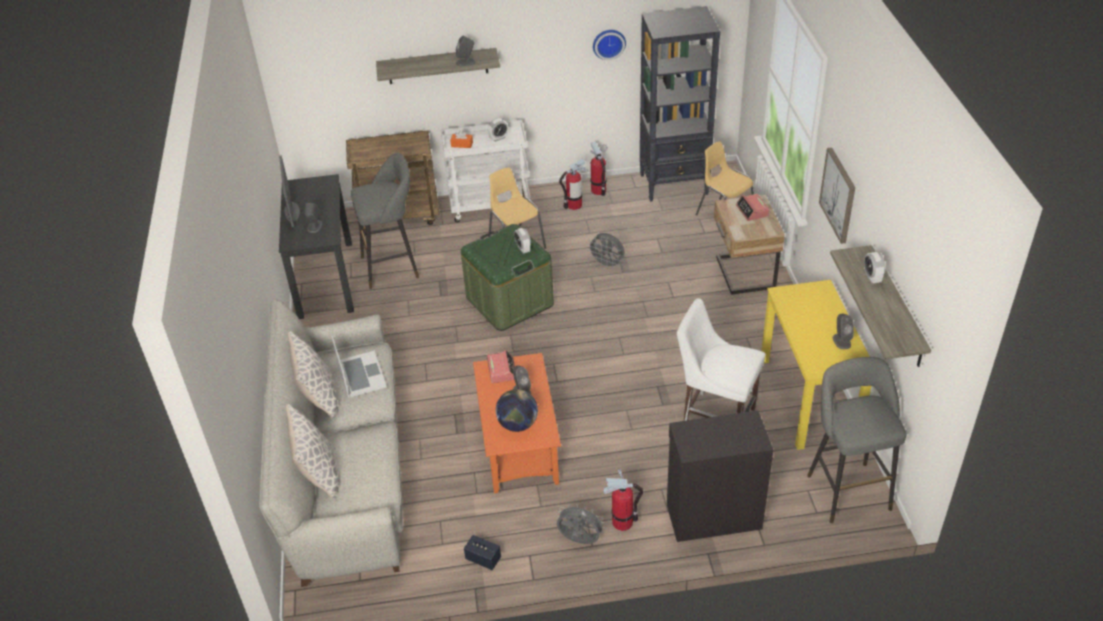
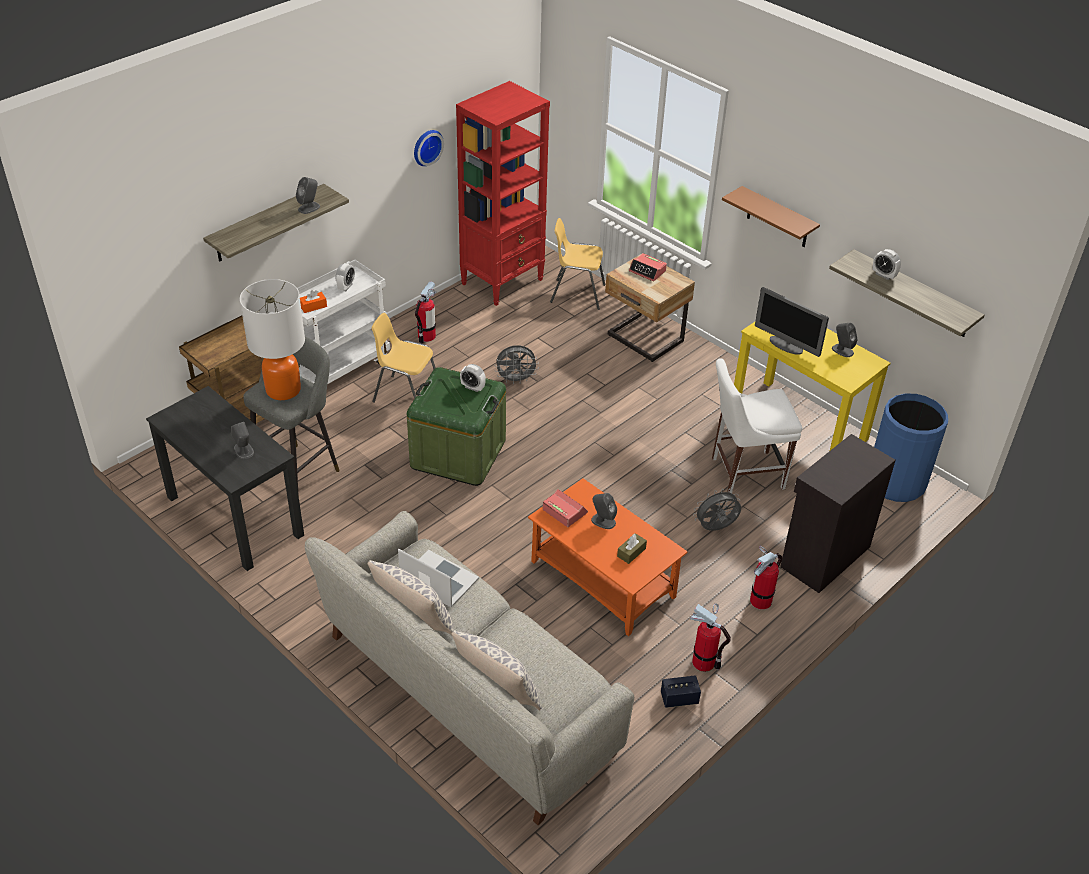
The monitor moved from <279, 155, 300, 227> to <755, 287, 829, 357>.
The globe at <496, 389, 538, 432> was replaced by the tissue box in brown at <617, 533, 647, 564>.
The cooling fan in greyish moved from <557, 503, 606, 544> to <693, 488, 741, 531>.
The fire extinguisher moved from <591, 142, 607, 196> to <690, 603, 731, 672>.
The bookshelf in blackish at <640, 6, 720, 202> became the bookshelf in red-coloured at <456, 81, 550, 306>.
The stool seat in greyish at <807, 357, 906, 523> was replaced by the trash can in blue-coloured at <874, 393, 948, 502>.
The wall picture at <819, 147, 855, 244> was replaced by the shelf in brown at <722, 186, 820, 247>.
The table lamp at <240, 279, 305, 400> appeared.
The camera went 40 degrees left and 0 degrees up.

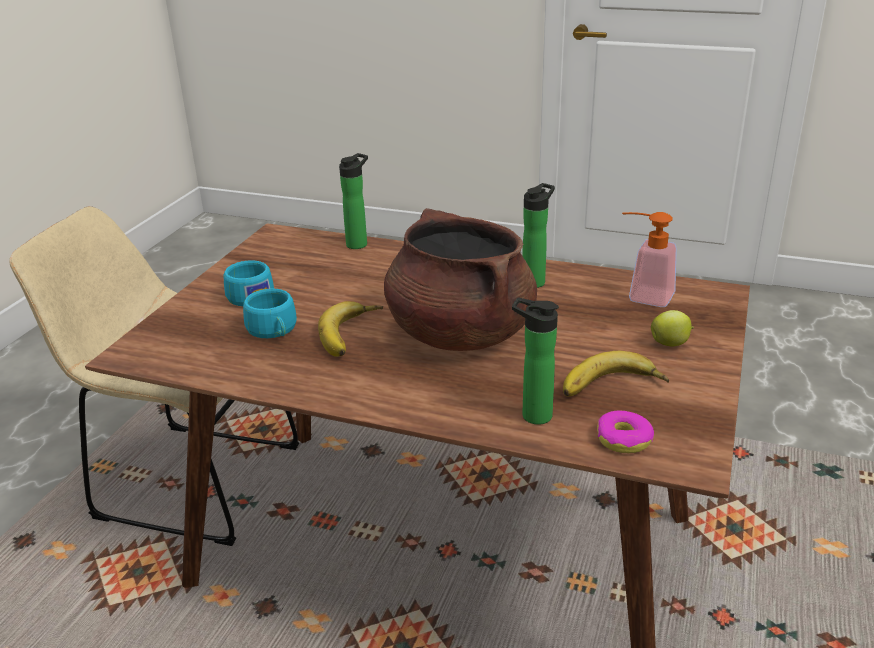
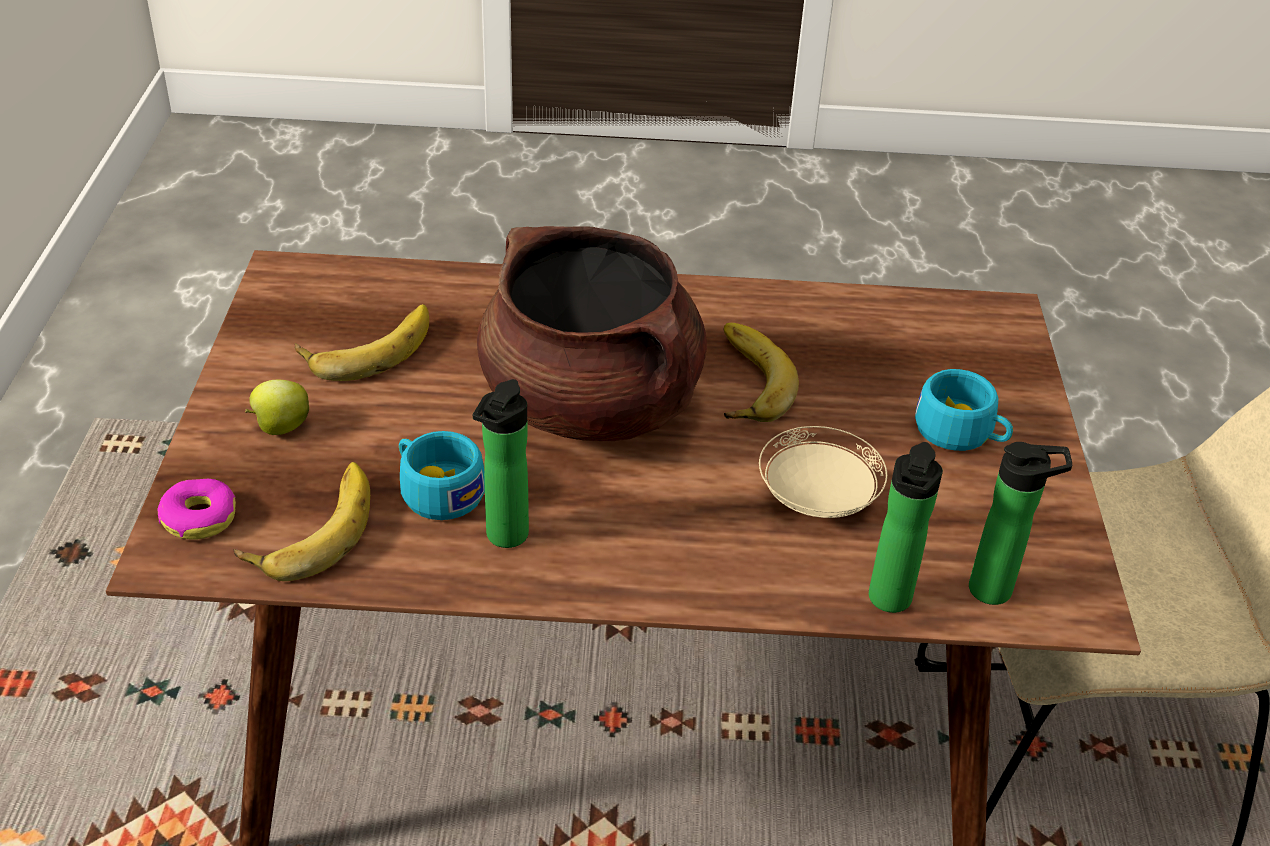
The drinking cup in blue-green moved from <243, 289, 297, 338> to <399, 431, 485, 520>.
The drink bottle moved from <512, 298, 559, 425> to <969, 442, 1072, 605>.
The donut moved from <597, 410, 654, 453> to <157, 479, 236, 540>.
The liquid soap bottle at <622, 212, 677, 307> was replaced by the whole banana at <233, 462, 370, 581>.
The dinner plate in beige-coloured at <759, 426, 887, 518> appeared.
The camera went 160 degrees right and 10 degrees up.

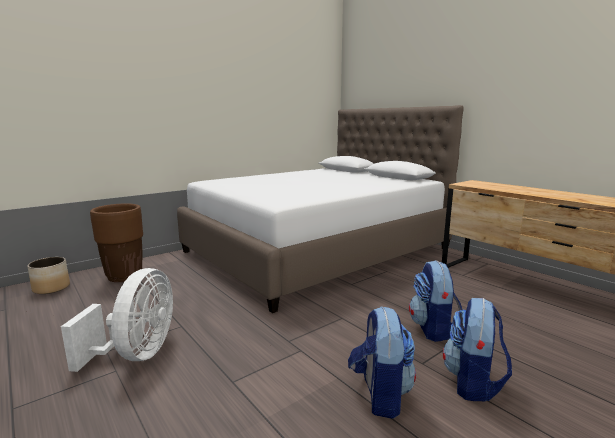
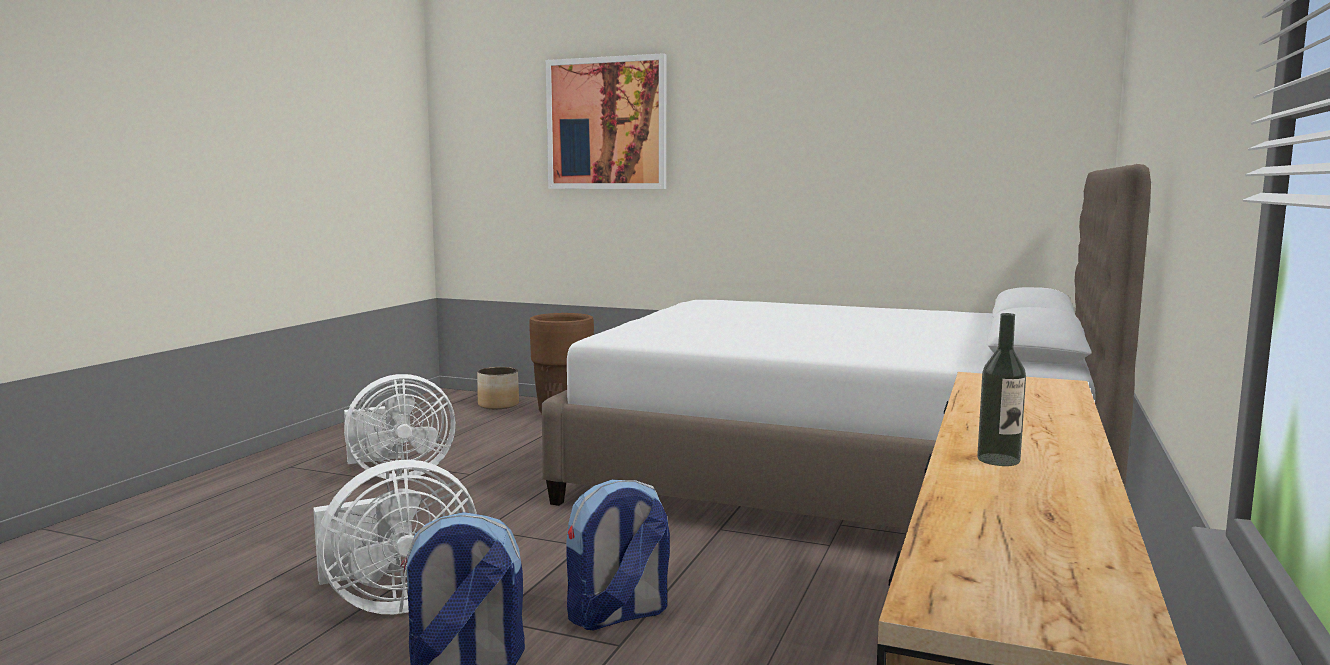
The knapsack at <348, 306, 416, 419> was replaced by the cooling fan in whitish at <313, 460, 477, 614>.
The wall picture at <546, 53, 666, 189> appeared.
The drink bottle at <977, 313, 1026, 466> appeared.
The camera went 60 degrees right and 5 degrees down.

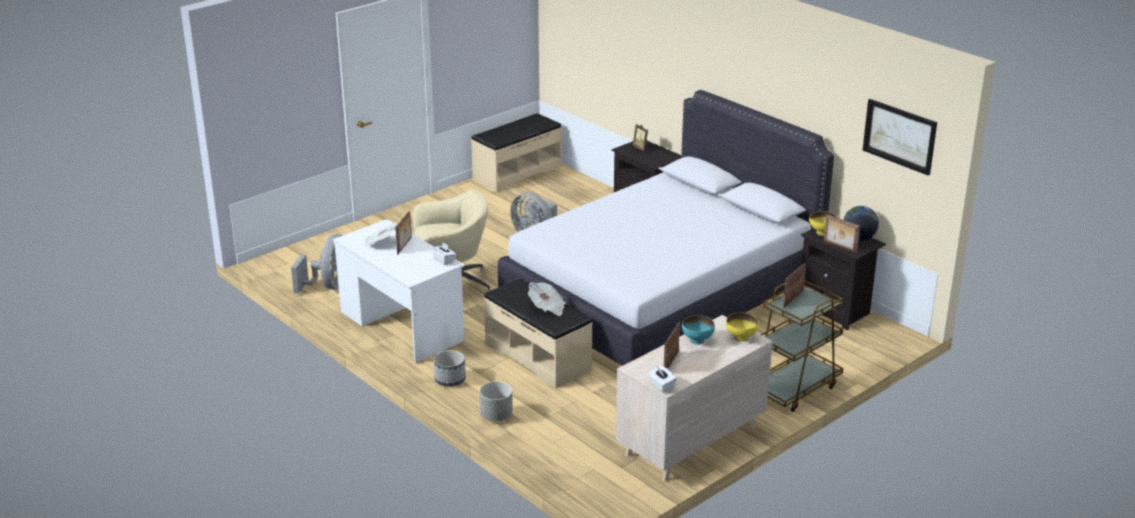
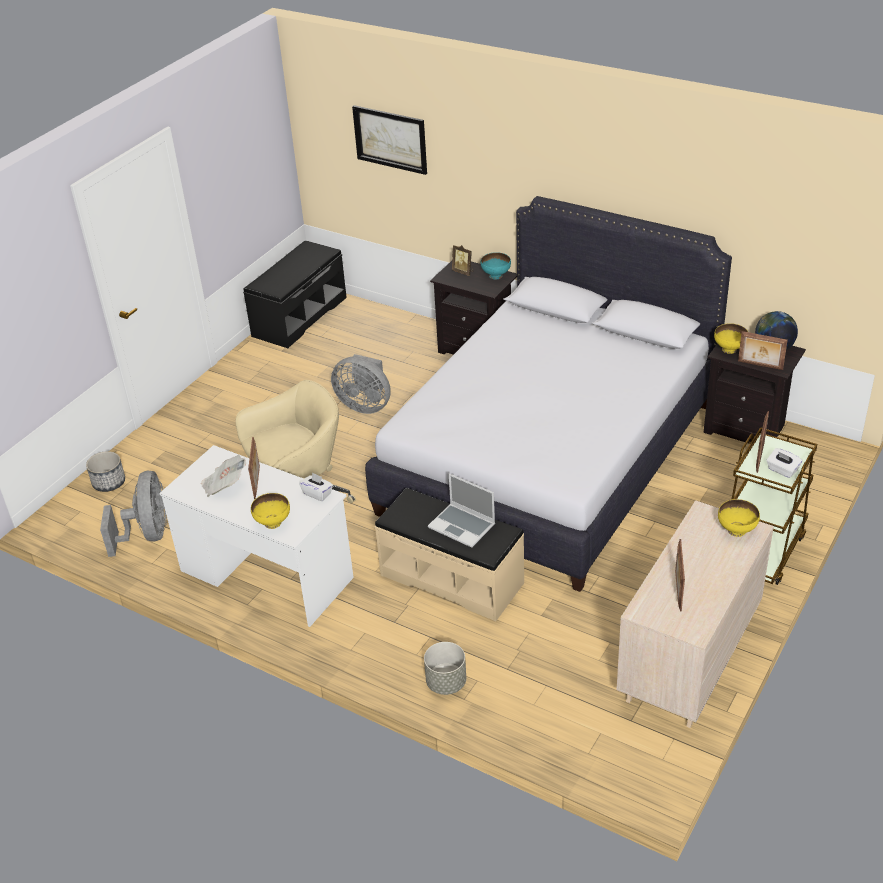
The plant pot moved from <434, 350, 466, 386> to <86, 451, 125, 492>.
The long seat in beige-coloured at <471, 113, 562, 192> became the long seat in blackish at <243, 240, 347, 348>.
The printed paper at <528, 282, 566, 316> was replaced by the notebook computer at <428, 473, 495, 548>.
The tissue box in whitish moved from <648, 365, 676, 392> to <766, 448, 802, 478>.
The bowl in blue-green moved from <682, 315, 715, 345> to <481, 252, 511, 279>.
The wall picture moved from <863, 99, 937, 176> to <352, 105, 427, 175>.
The bowl in yellow-coloured at <251, 493, 290, 529> appeared.
The camera went 15 degrees left and 10 degrees up.

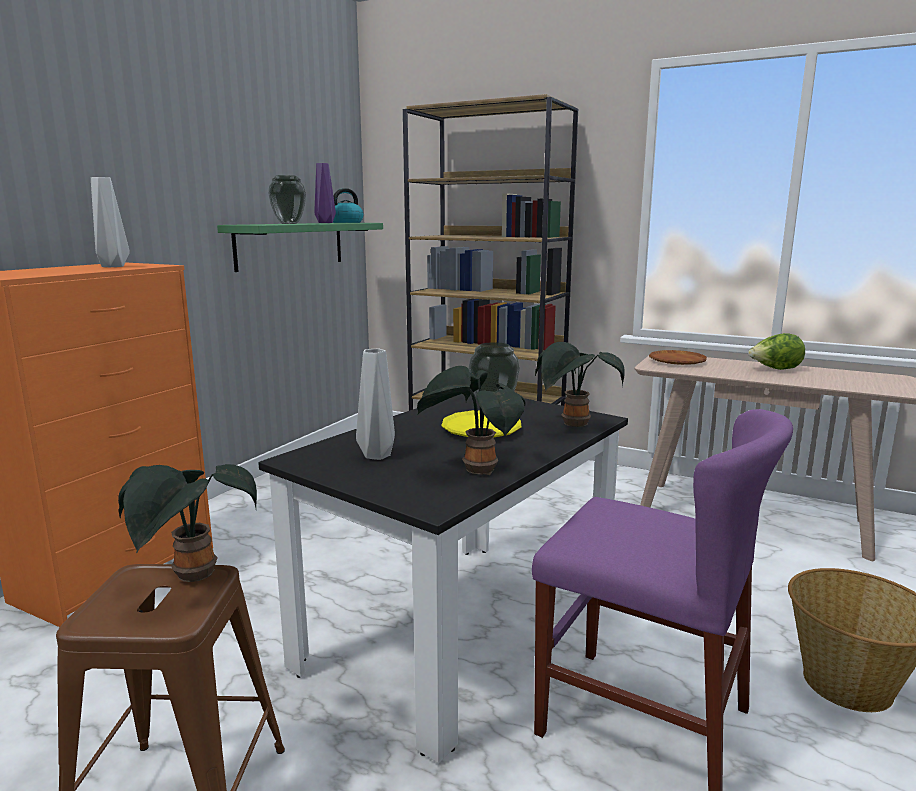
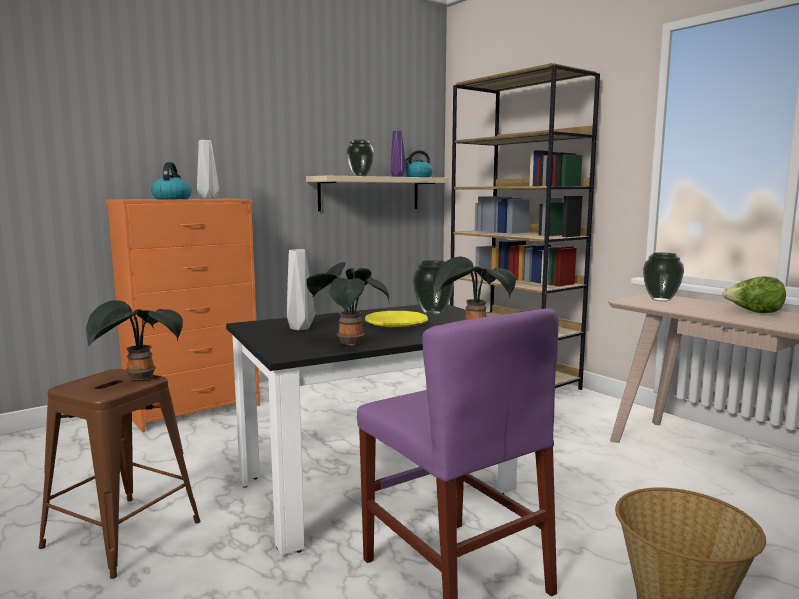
The shelf in green at <217, 223, 383, 272> became the shelf in beige-coloured at <306, 175, 449, 211>.
The dinner plate in brown at <649, 350, 707, 365> was replaced by the flower vase at <643, 253, 684, 301>.
The kettle at <151, 162, 192, 199> appeared.
The camera went 25 degrees right and 5 degrees down.

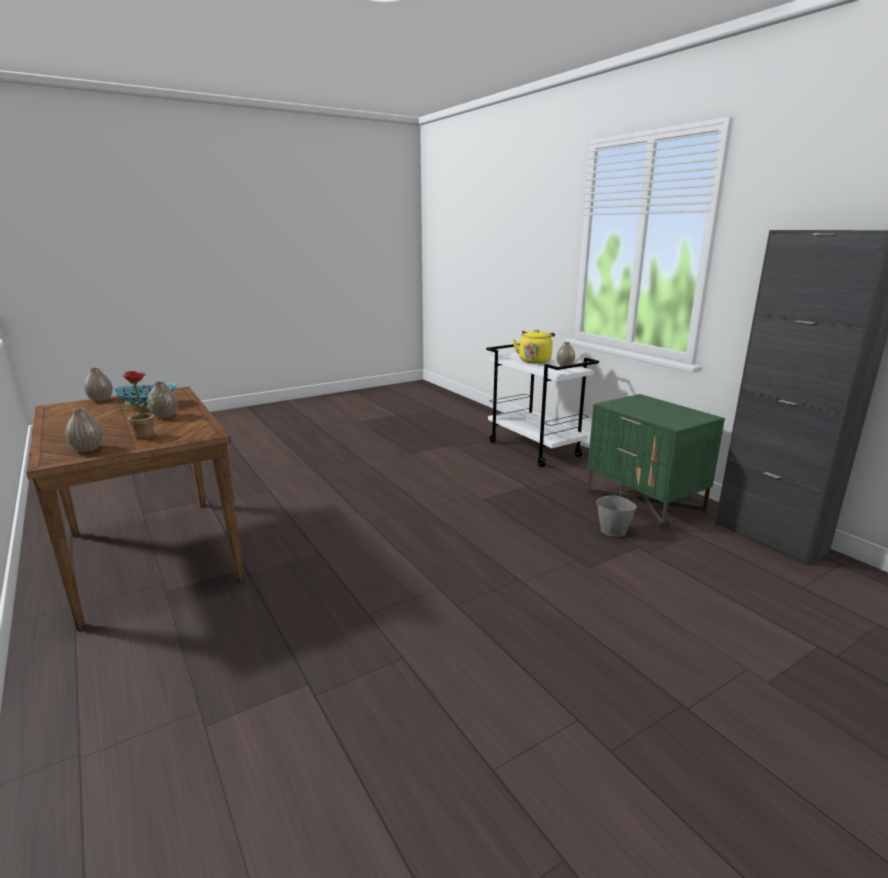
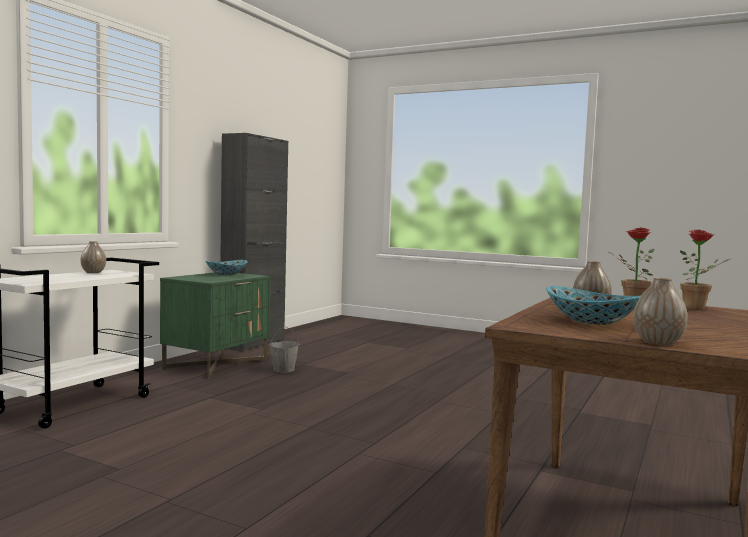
The flower vase at <65, 409, 103, 453> was replaced by the plant in a pot at <680, 229, 730, 310>.
The kettle in yellow-coloured at <513, 329, 555, 364> disappeared.
The bowl at <205, 260, 248, 275> appeared.
The camera went 120 degrees left and 15 degrees down.

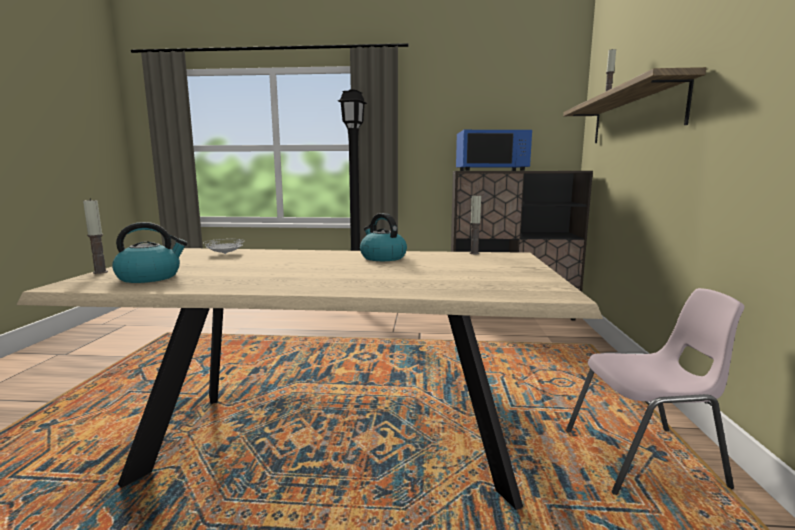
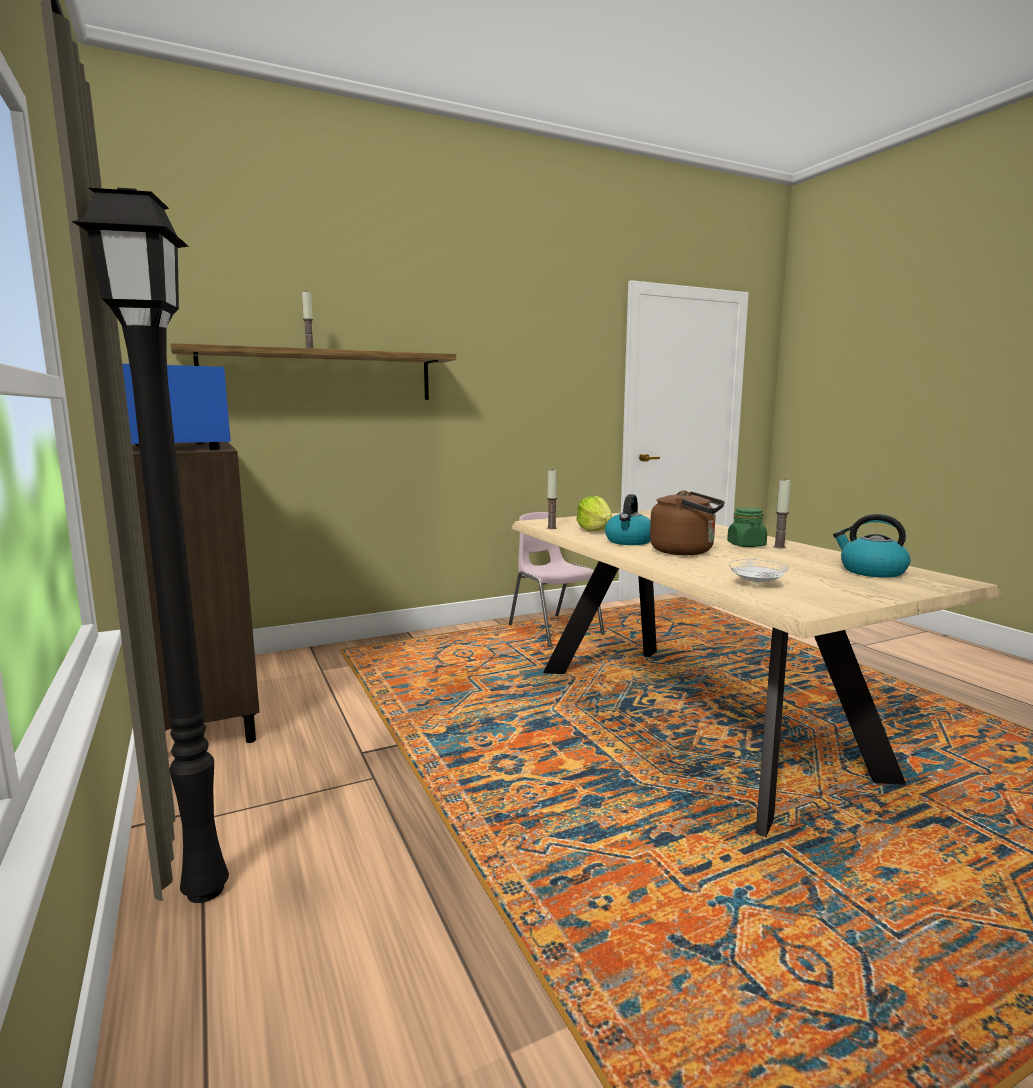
The wax light moved from <83, 198, 108, 274> to <773, 480, 791, 548>.
The lettuce head at <576, 496, 612, 532> appeared.
The kettle in brown at <650, 491, 725, 555> appeared.
The jar in green at <727, 508, 767, 547> appeared.
The camera went 120 degrees left and 0 degrees up.

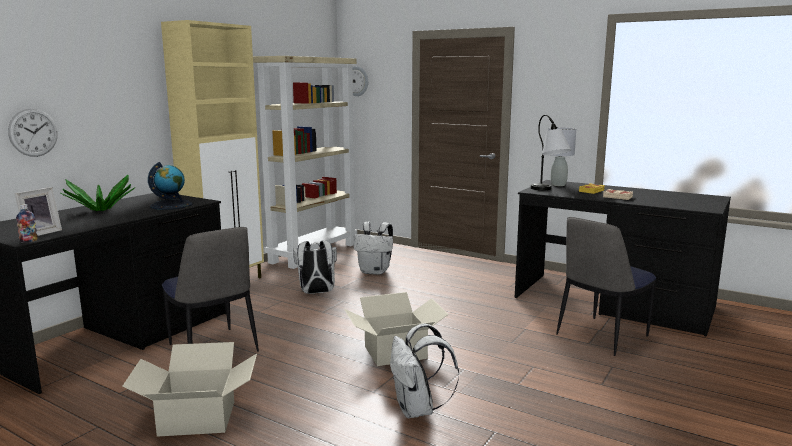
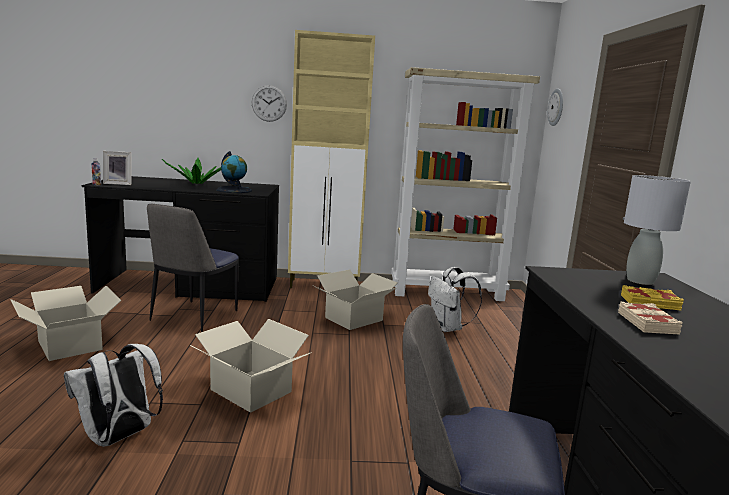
The hanging clock moved from <8, 109, 58, 157> to <252, 85, 287, 122>.
The knapsack in whitish at <293, 240, 337, 294> was replaced by the carton at <312, 270, 398, 330>.
The table lamp at <531, 115, 571, 190> disappeared.
The camera went 55 degrees right and 0 degrees up.

